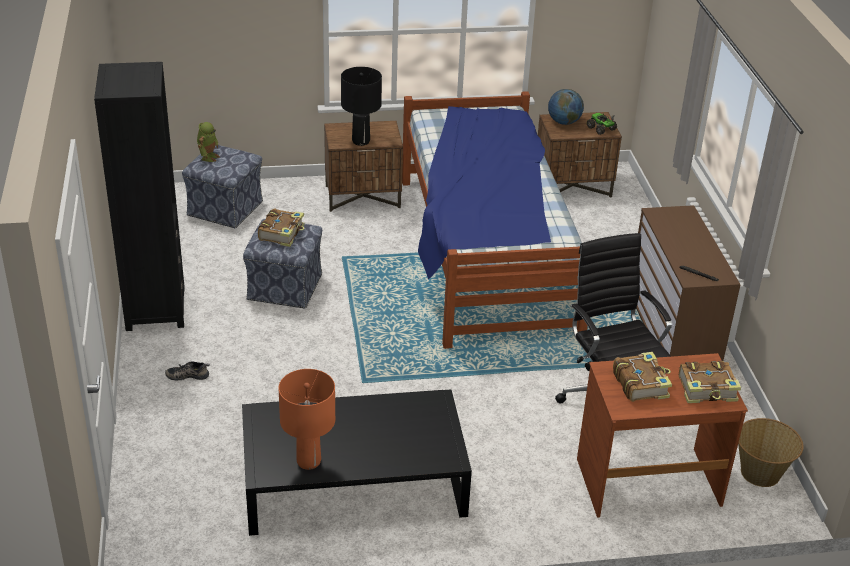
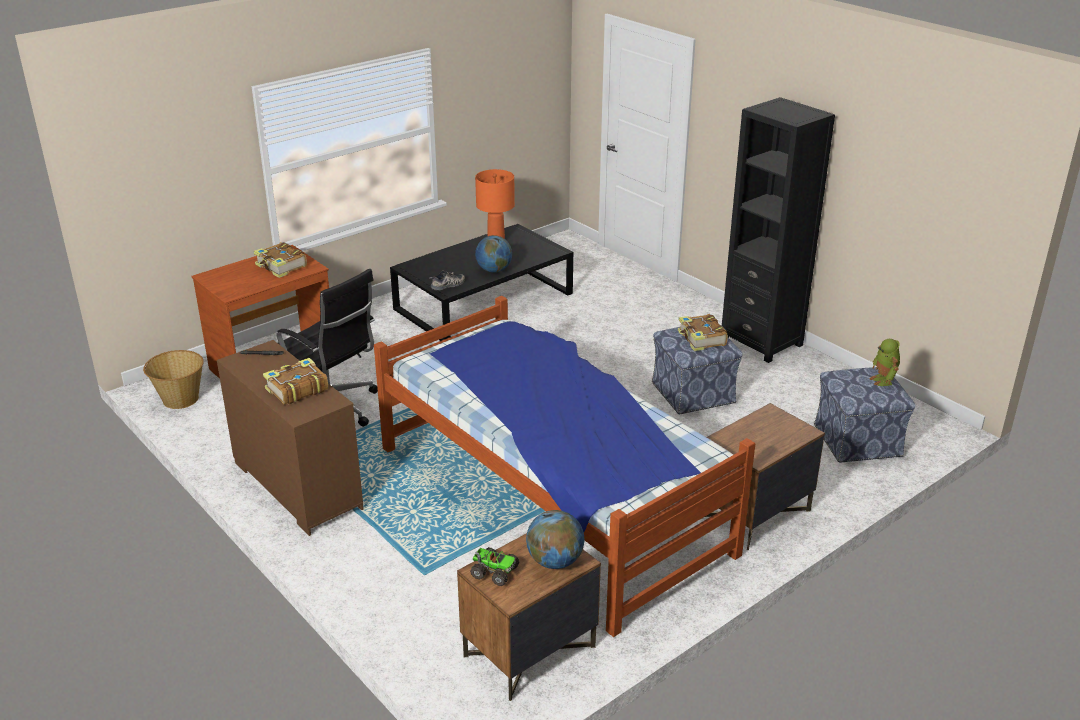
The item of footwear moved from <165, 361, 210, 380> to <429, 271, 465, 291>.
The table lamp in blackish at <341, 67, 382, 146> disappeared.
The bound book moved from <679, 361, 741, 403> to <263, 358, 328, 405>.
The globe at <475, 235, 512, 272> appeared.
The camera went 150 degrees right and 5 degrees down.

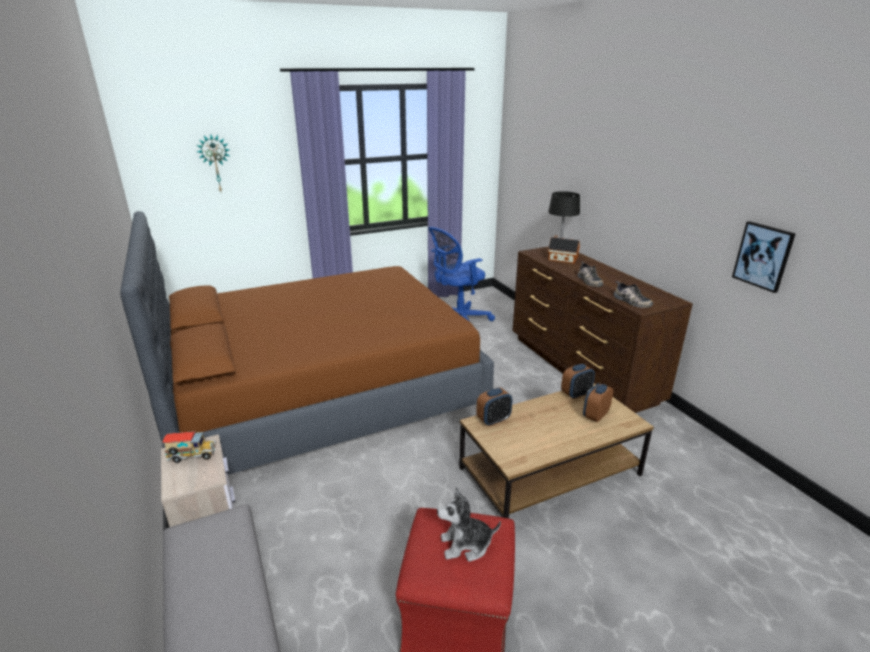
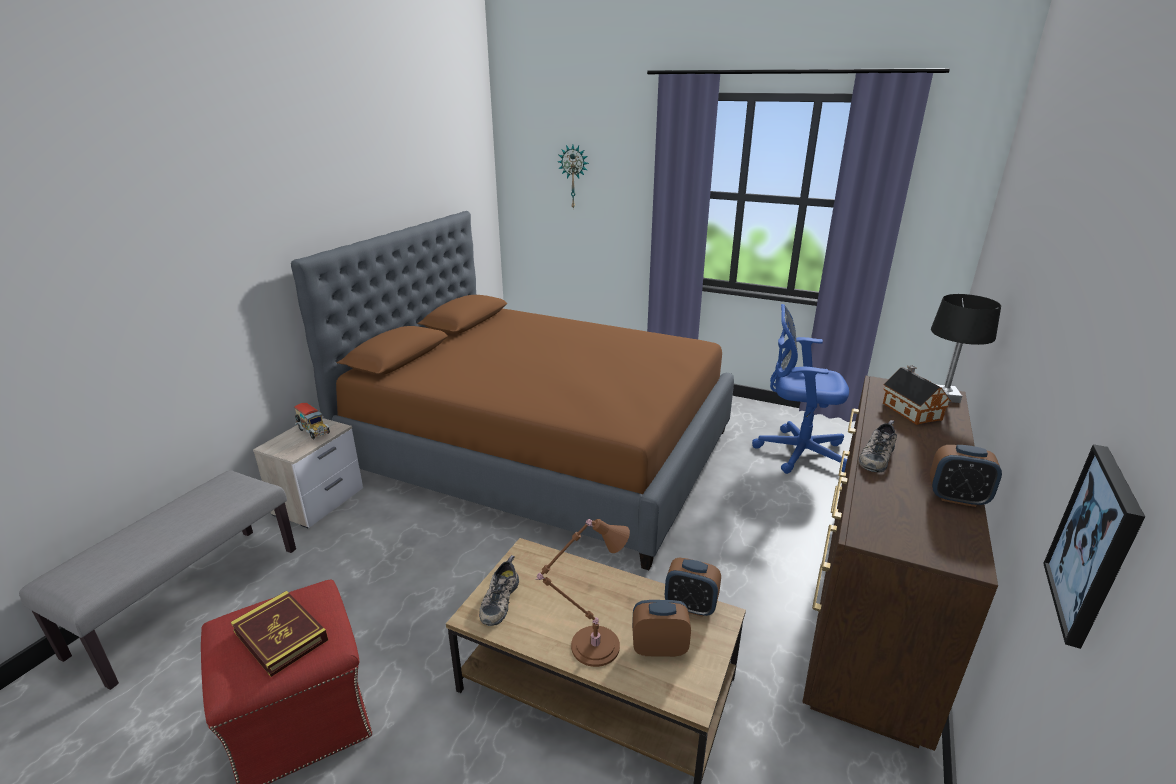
The cuddly toy at <437, 487, 501, 562> was replaced by the bound book at <231, 591, 328, 677>.
The table clock moved from <476, 388, 512, 426> to <930, 445, 1002, 507>.
The item of footwear moved from <614, 281, 653, 308> to <479, 555, 519, 626>.
The table lamp in brown at <536, 519, 630, 667> appeared.
The camera went 50 degrees right and 0 degrees up.

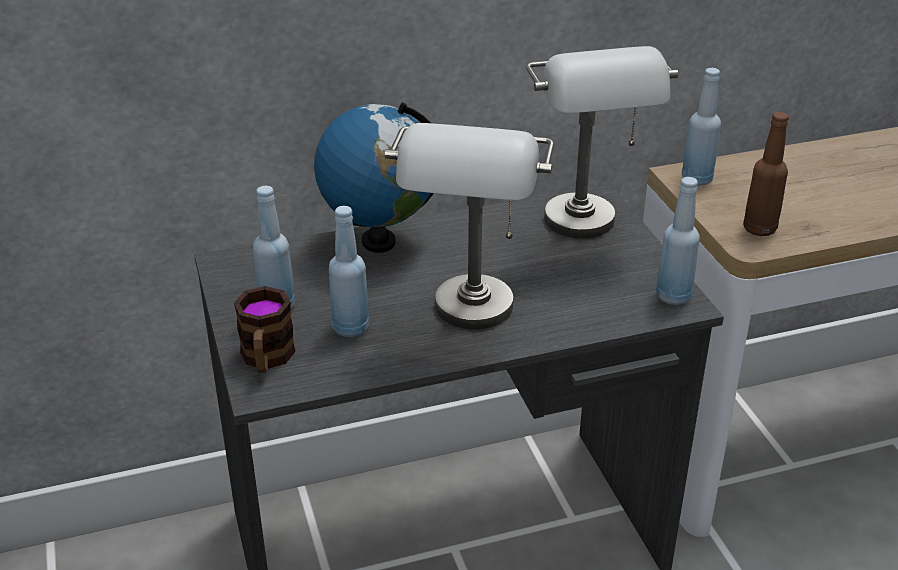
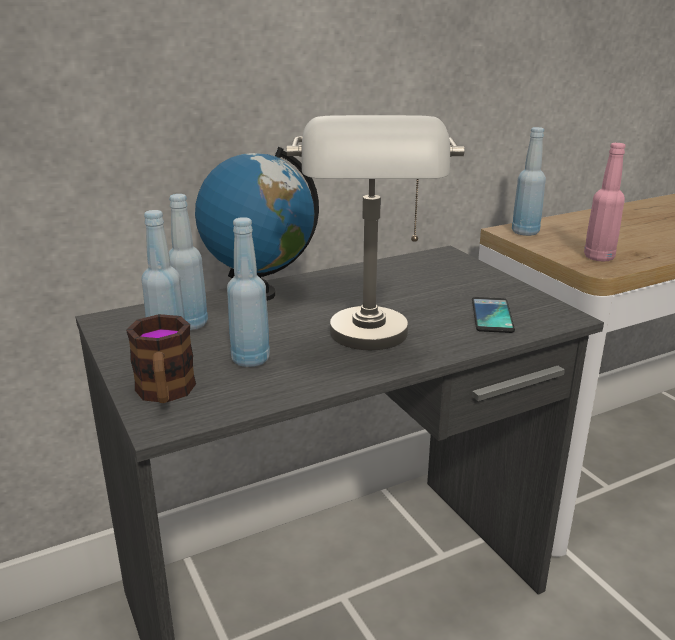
The table lamp in greyish at <526, 46, 678, 238> disappeared.
The drink bottle in blue-coloured moved from <656, 177, 700, 305> to <169, 194, 208, 330>.
The drink bottle in brown at <743, 112, 789, 236> became the drink bottle in pink at <584, 143, 625, 262>.
The telephone at <472, 297, 515, 333> appeared.
The camera went 10 degrees left and 10 degrees down.

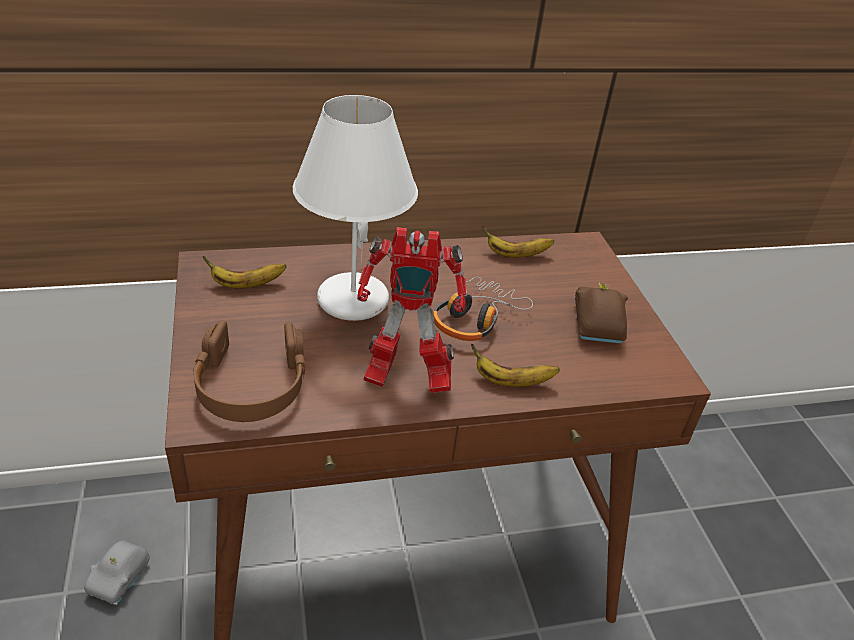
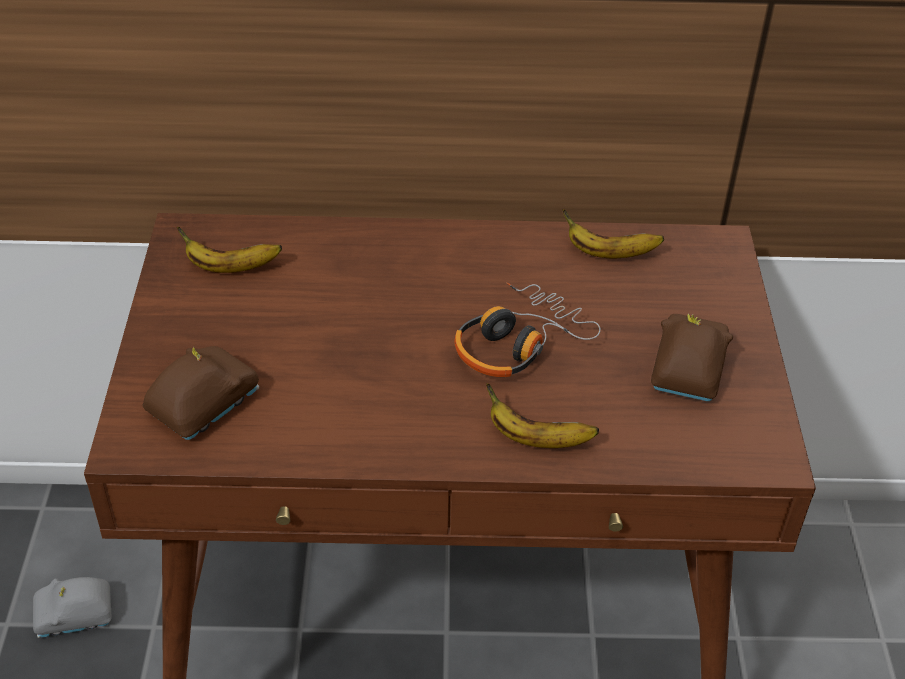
The model car in greyish at <84, 541, 150, 605> turned 45 degrees clockwise.
The pair of headphones in brown at <193, 320, 305, 422> was replaced by the model car in brown at <143, 346, 259, 440>.
The table lamp in whitish at <293, 95, 418, 321> disappeared.
The robot figure at <357, 227, 467, 393> disappeared.
The camera went 15 degrees right and 5 degrees up.

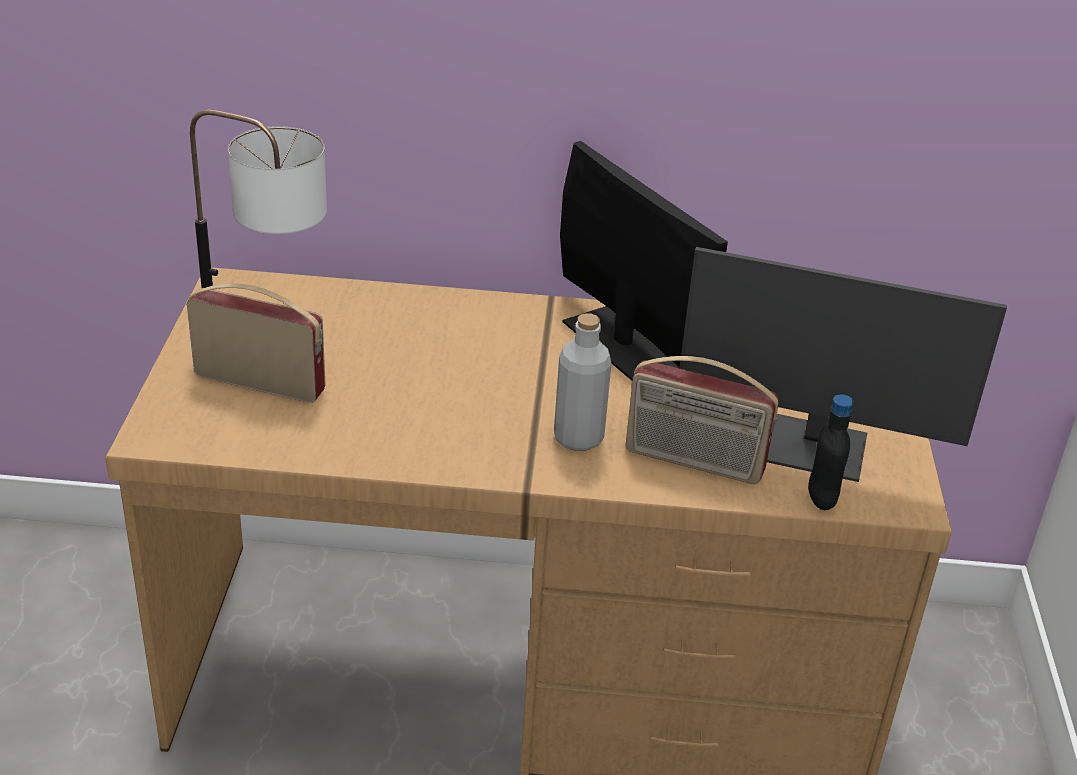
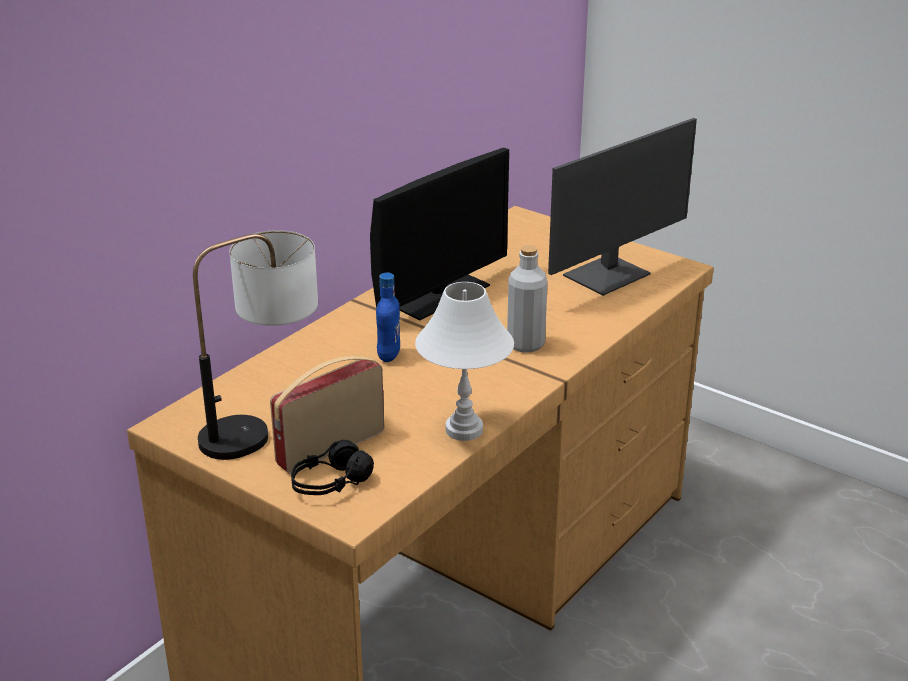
The monitor at <560, 141, 728, 381> turned 135 degrees clockwise.
The radio receiver at <626, 356, 779, 484> disappeared.
The drink bottle in blackish at <808, 395, 854, 510> disappeared.
The pair of headphones in blackish at <291, 440, 374, 495> appeared.
The drink bottle in blue-coloured at <376, 273, 400, 362> appeared.
The table lamp in whitish at <415, 282, 514, 441> appeared.
The camera went 55 degrees left and 5 degrees down.

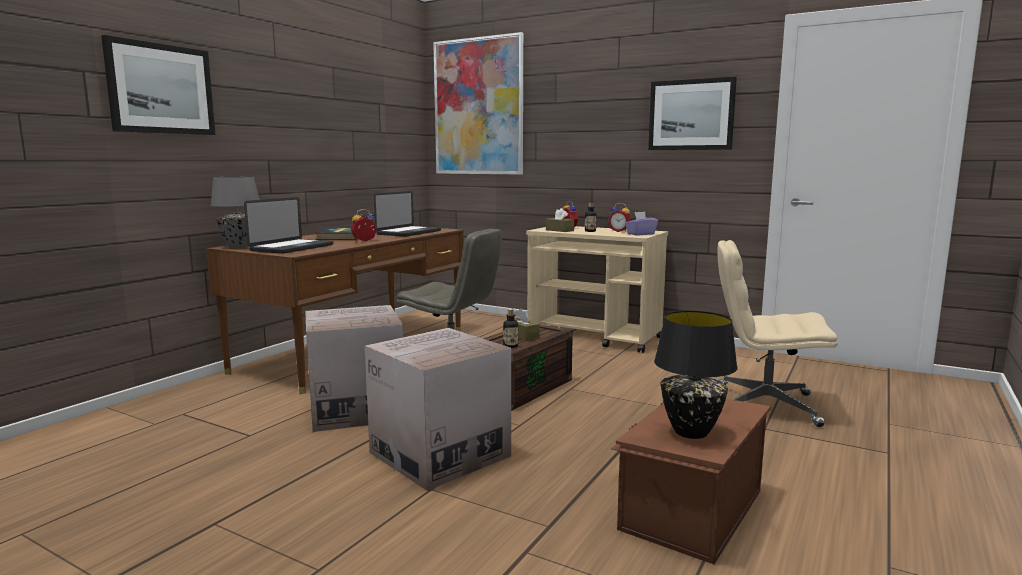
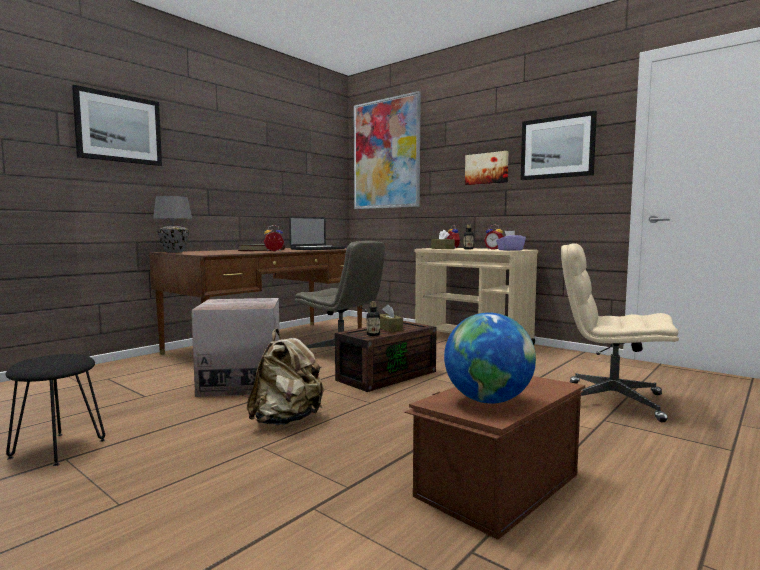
The notebook computer at <244, 197, 333, 254> disappeared.
The carton at <365, 328, 511, 491> was replaced by the knapsack in beige-coloured at <247, 329, 324, 425>.
The table lamp in blackish at <654, 311, 738, 439> was replaced by the globe at <444, 312, 536, 404>.
The stool seat in blackish at <6, 354, 105, 466> appeared.
The wall picture at <465, 151, 508, 185> appeared.
The camera went 10 degrees right and 5 degrees down.

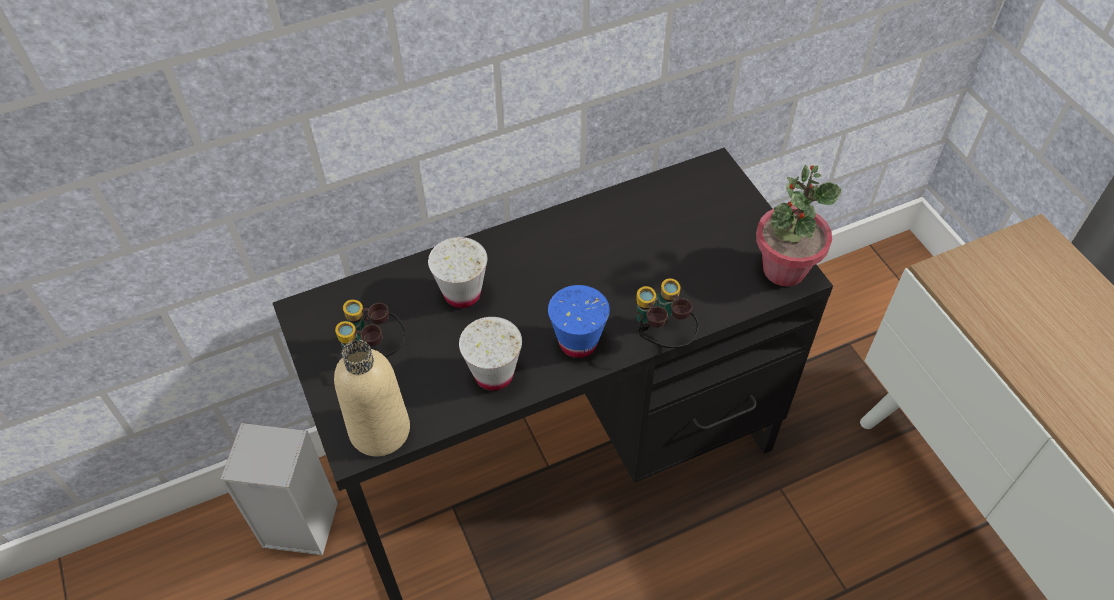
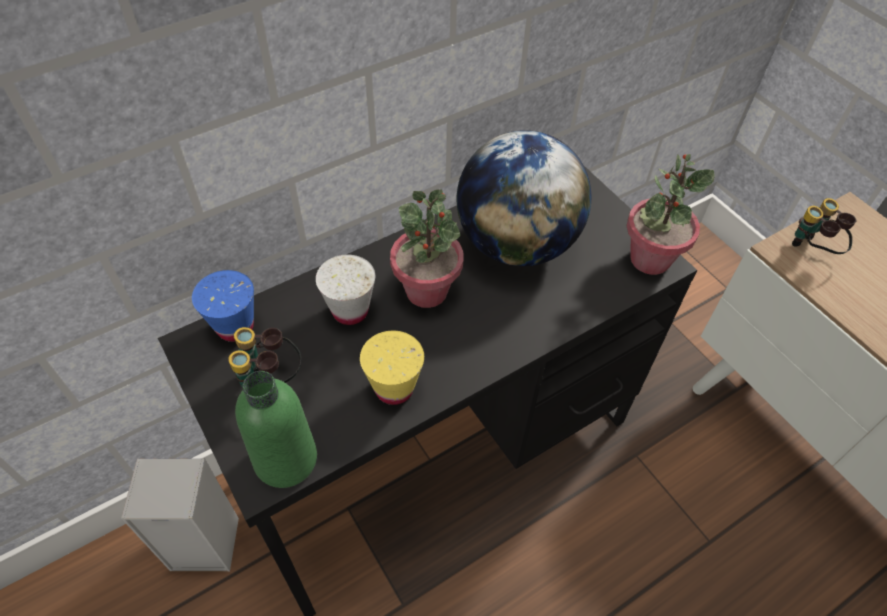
The drink bottle in beige-coloured at <334, 340, 410, 457> became the drink bottle in green at <235, 371, 317, 488>.
The drinking cup in whitish at <459, 317, 522, 391> became the drinking cup in yellow-coloured at <360, 331, 424, 405>.
The drinking cup in blue-coloured moved from <548, 285, 610, 358> to <192, 270, 254, 342>.
The binoculars moved from <636, 278, 699, 348> to <792, 198, 856, 254>.
The plant in a pot at <390, 189, 463, 308> appeared.
The globe at <456, 130, 592, 266> appeared.
The camera went 10 degrees left and 0 degrees up.

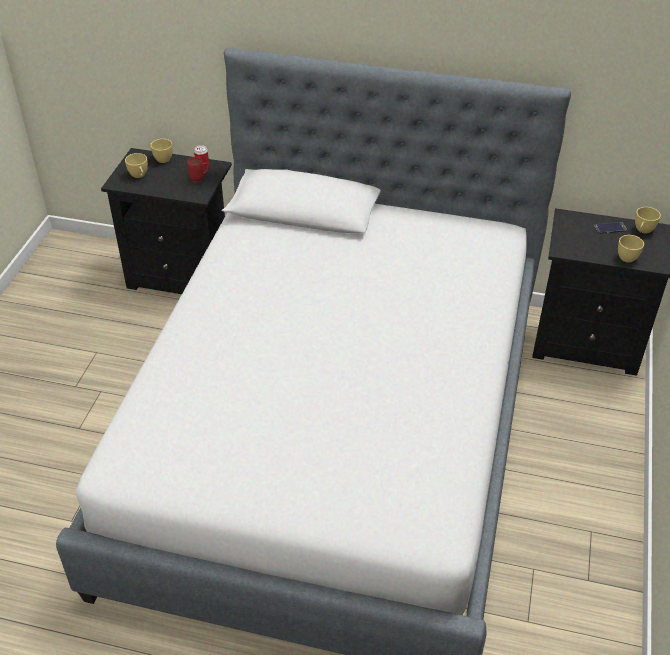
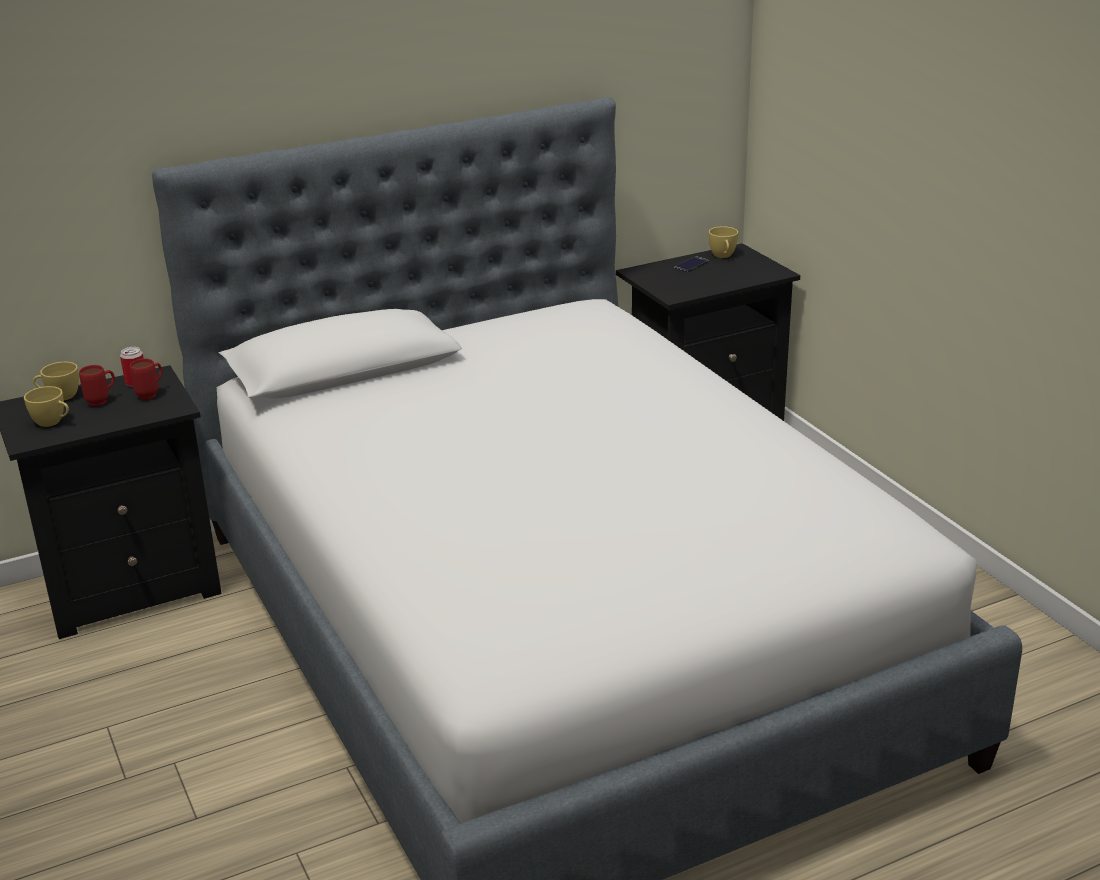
The drinking cup in yellow-coloured at <618, 235, 644, 263> disappeared.
The mug in red-coloured at <79, 365, 115, 406> appeared.
The camera went 40 degrees left and 15 degrees down.

